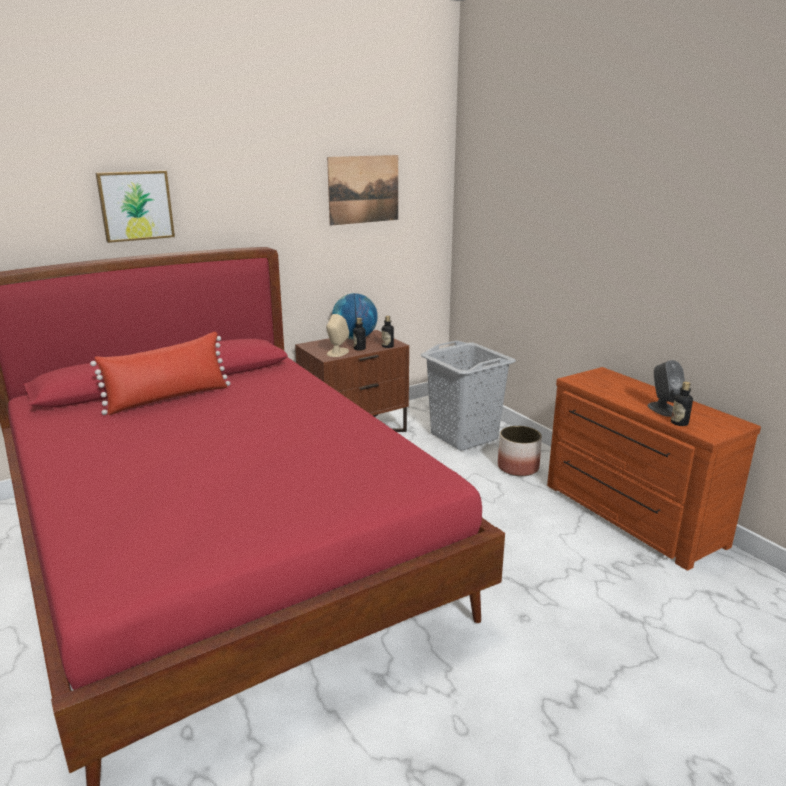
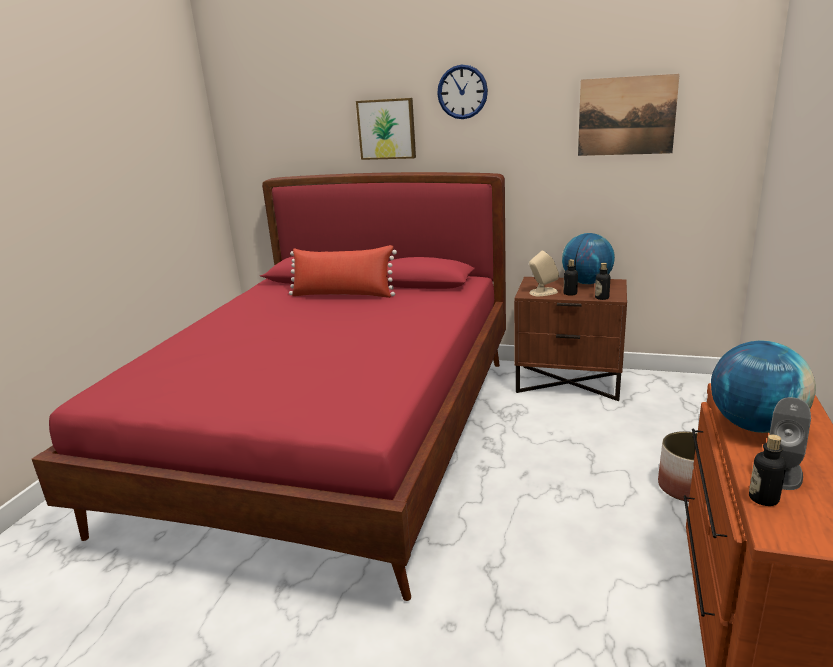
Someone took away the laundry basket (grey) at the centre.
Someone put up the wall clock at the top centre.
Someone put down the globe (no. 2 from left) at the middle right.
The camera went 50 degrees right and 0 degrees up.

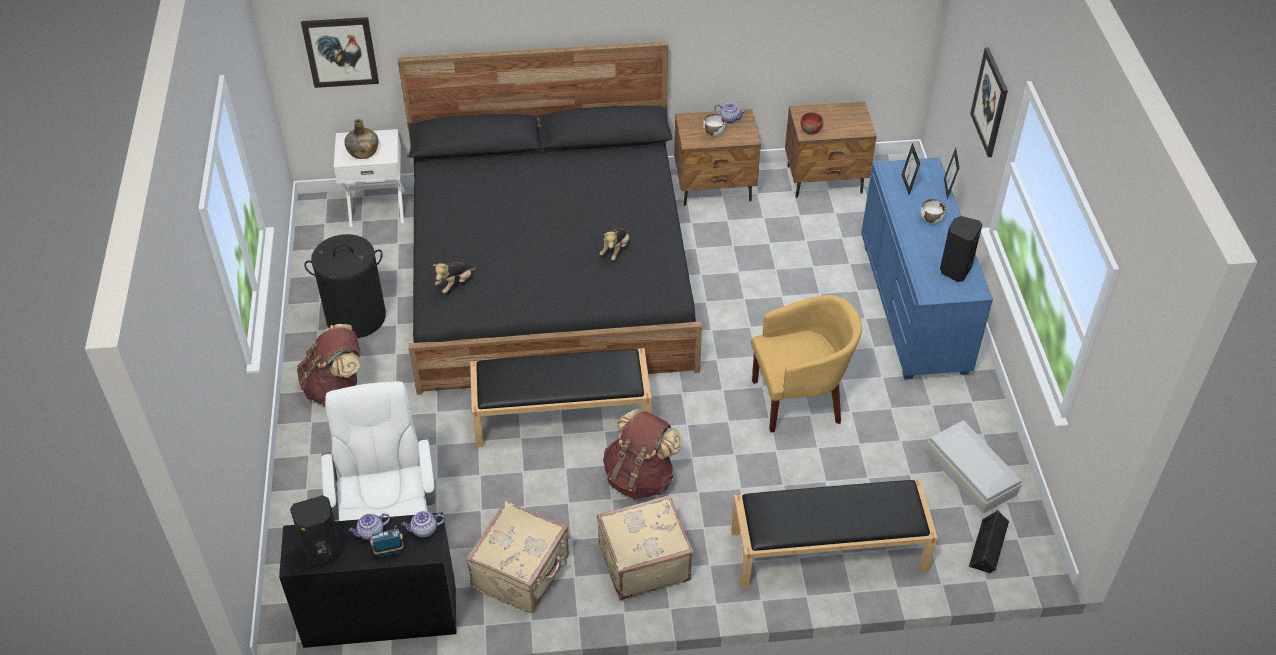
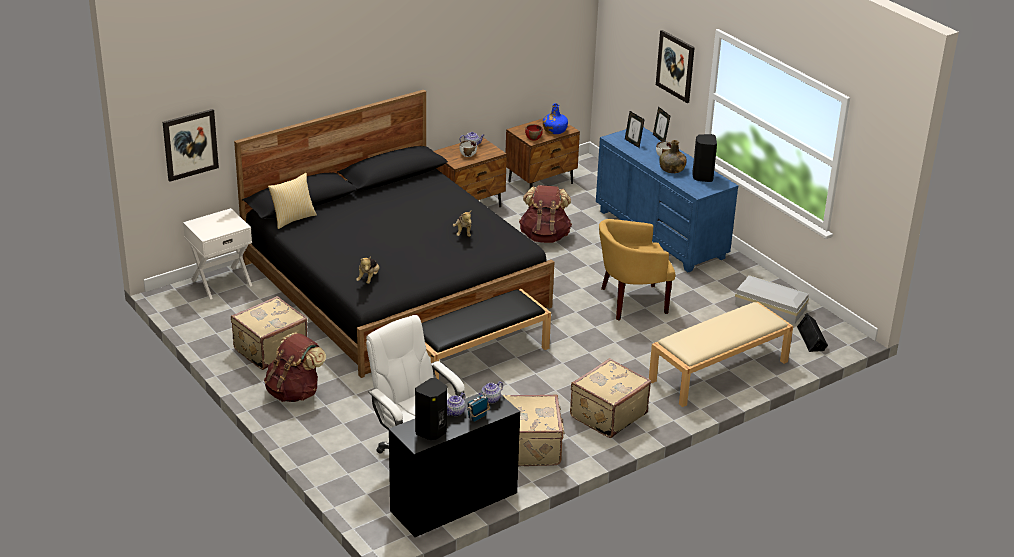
Someone carried the bottle (green) from the top left to the top centre.
Someone swapped the laundry basket (black) at the middle left for the suitcase (beige) (no. 1 from left) at the middle left.
Someone rotated the armchair (yellow) at the centre by 150 degrees counterclockwise.
Someone carried the backpack (brown) (no. 2 from left) from the bottom centre to the centre.
Someone repainted the bench (black) (no. 2 from left) at the bottom centre, which became the bench (beige) at the middle right.
Someone put down the bottle (blue) at the top centre.
Someone put down the pillow at the middle left.
The camera went 30 degrees left and 15 degrees down.

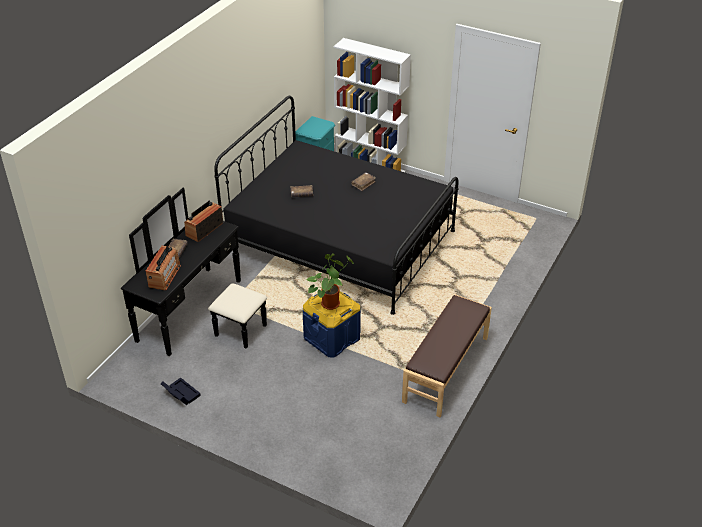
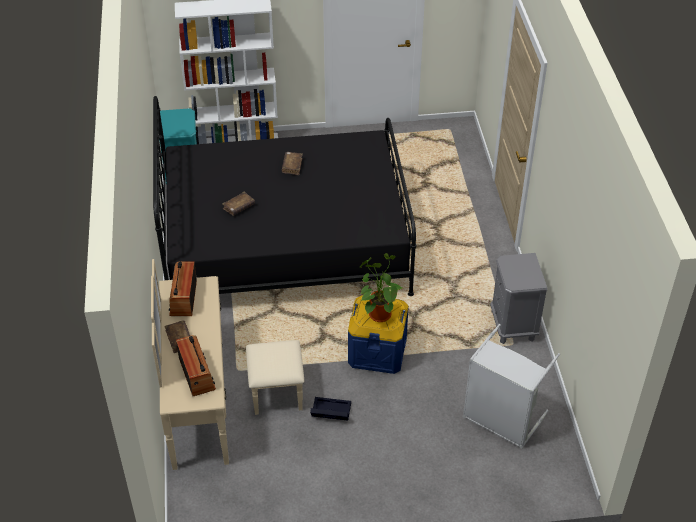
Someone repainted the dresser (black) at the middle left, which became the dresser (beige) at the bottom left.
Someone swapped the bench (brown) at the bottom centre for the nightstand (grey) at the middle right.
Someone carried the storage box (black) from the bottom left to the bottom centre.
Someone put down the laundry basket (grey) at the bottom right.
The camera went 35 degrees left and 5 degrees up.

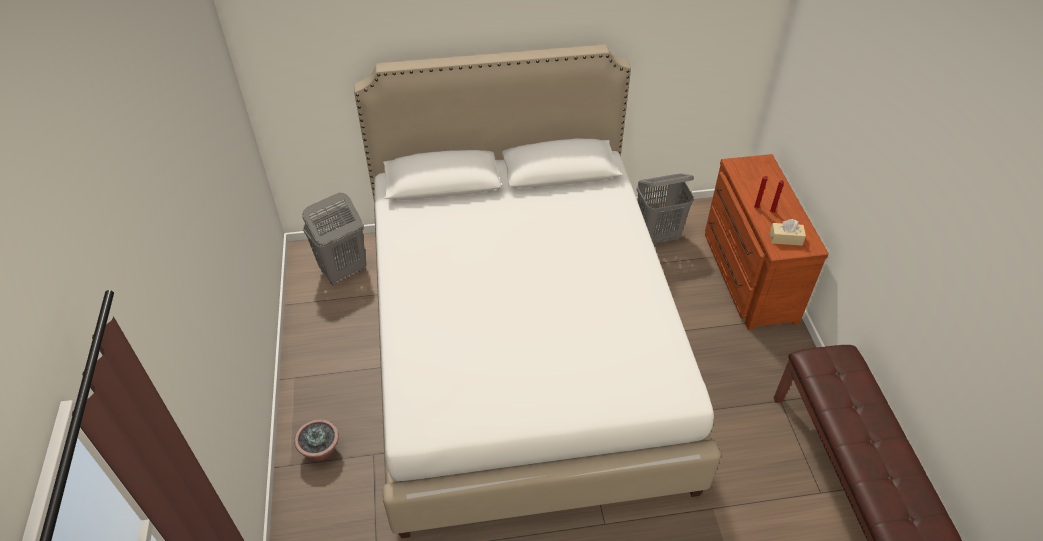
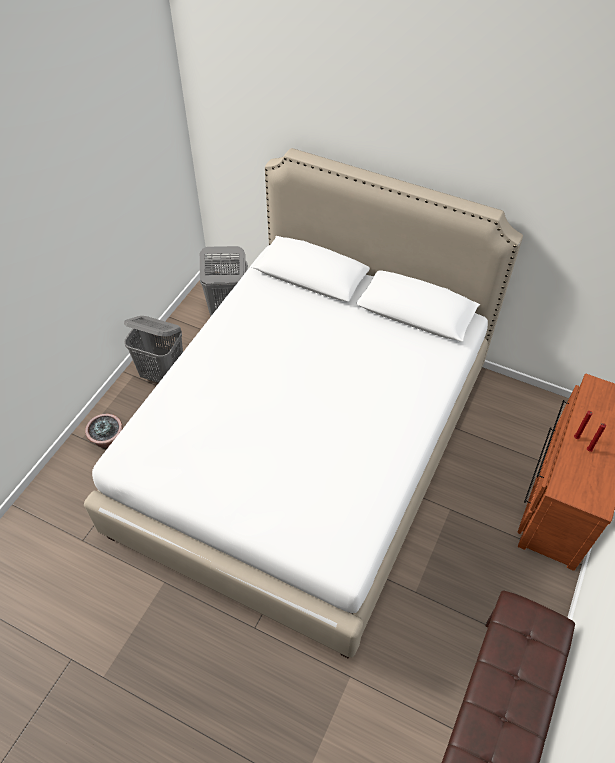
Someone carried the laundry basket (grey) (no. 2 from left in the first image) from the centre to the middle left.
Someone took away the tissue box (beige) at the middle right.
The camera went 35 degrees right and 5 degrees up.

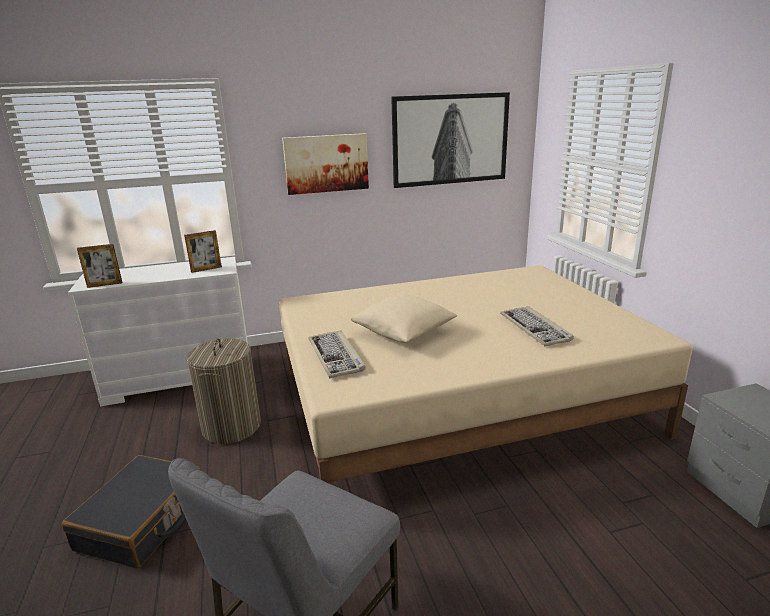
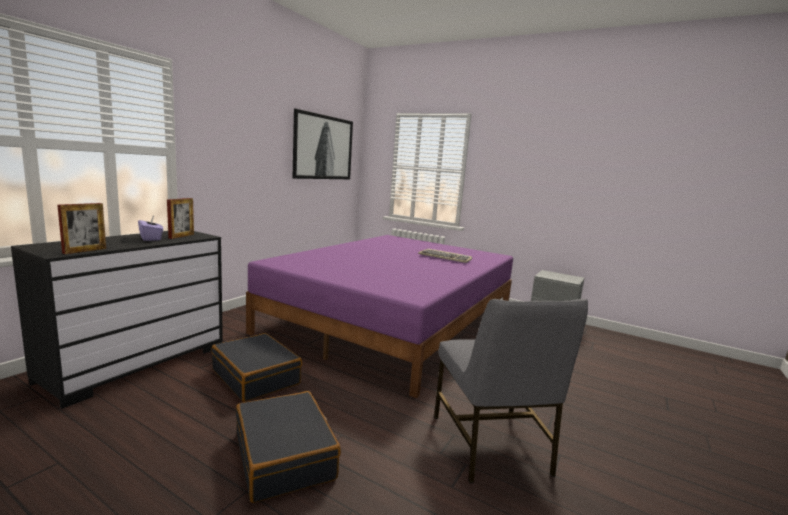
Someone took away the picture (no. 1 from left) at the top centre.
Someone repainted the dresser (white) at the middle left, which became the dresser (black) at the middle left.
Someone repainted the bed (beige) at the centre, which became the bed (purple) at the centre.
Someone took away the pillow (beige) at the centre.
Someone took away the keyboard (no. 1 from left) at the centre.
Someone swapped the laundry basket at the middle left for the suitcase (black) (no. 1 from left) at the bottom left.
Someone put down the tissue box (purple) at the middle left.
The camera went 45 degrees left and 10 degrees down.

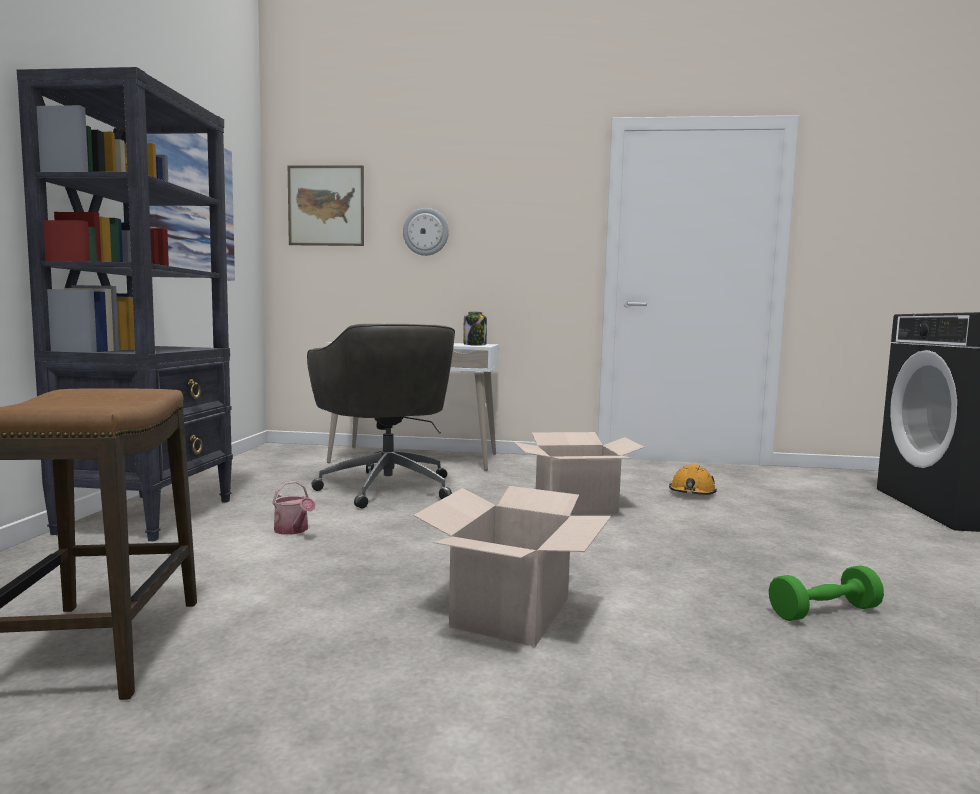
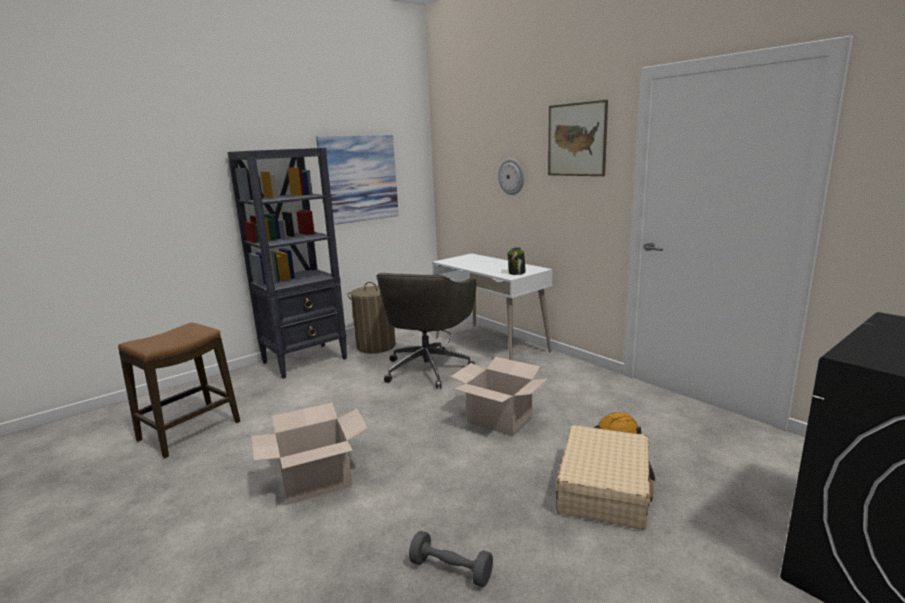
Someone carried the picture (no. 2 from left) from the top left to the top centre.
Someone took away the watering can at the middle left.
Someone repainted the dumbbell (green) at the bottom right, which became the dumbbell (grey) at the bottom centre.
Someone put down the laundry basket at the centre.
Someone put down the suitcase (beige) at the bottom right.
The camera went 45 degrees right and 10 degrees up.

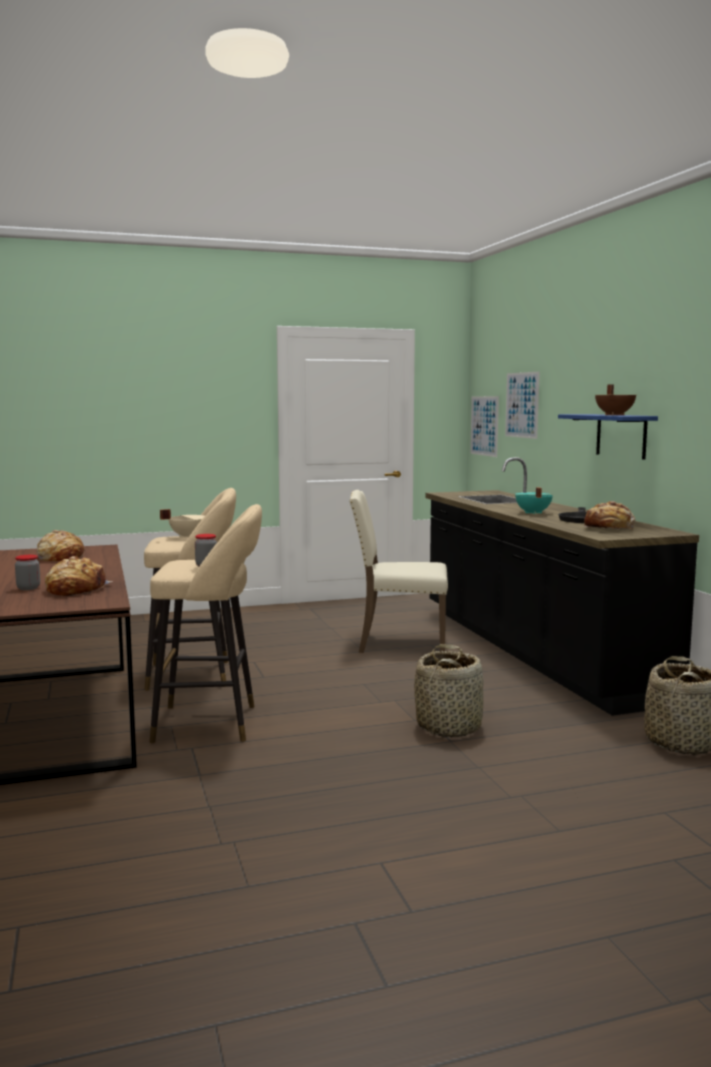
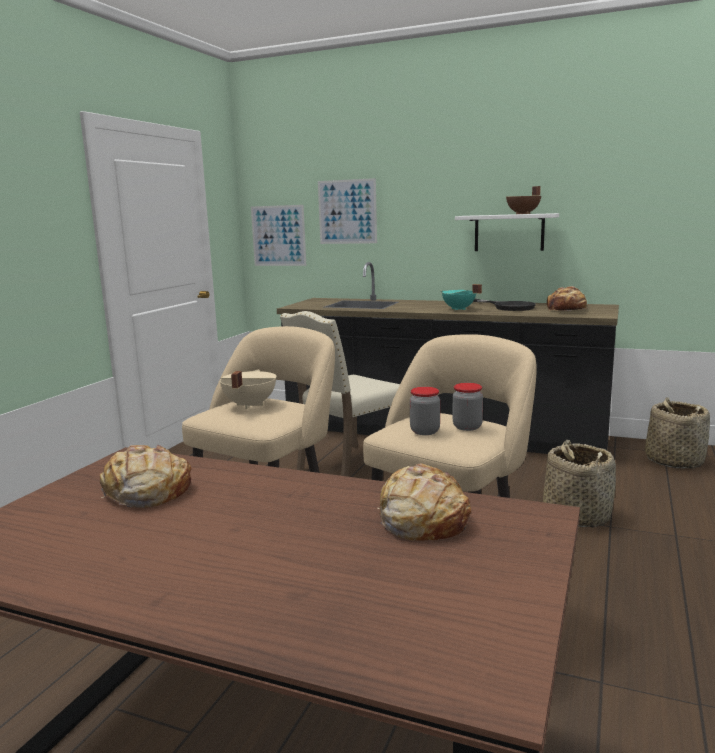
Someone repainted the shelf (blue) at the middle right, which became the shelf (white) at the top right.
Someone carried the jar (no. 1 from left) from the middle left to the centre.
The camera went 50 degrees left and 5 degrees up.

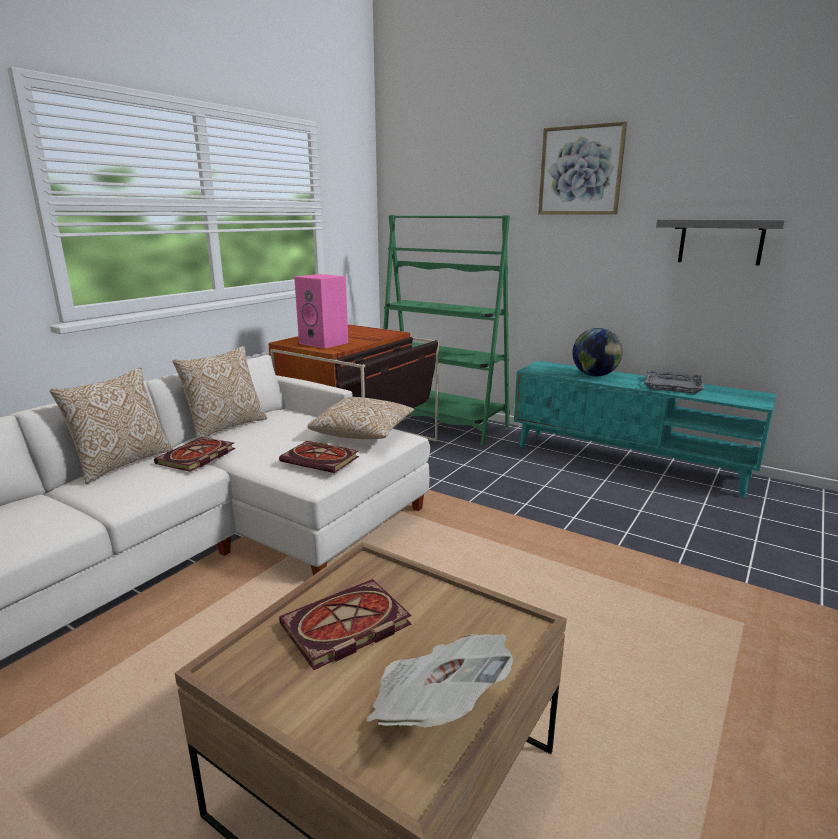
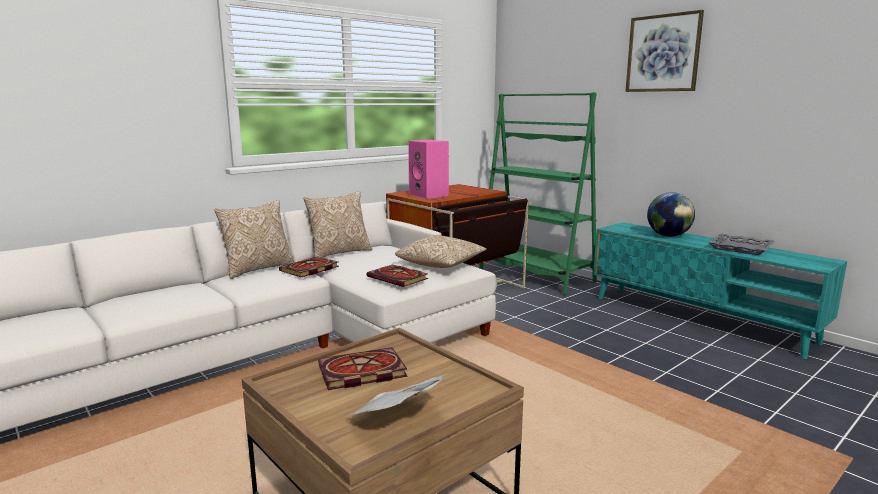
Someone took away the shelf (grey) at the top right.
The camera went 15 degrees right and 5 degrees down.

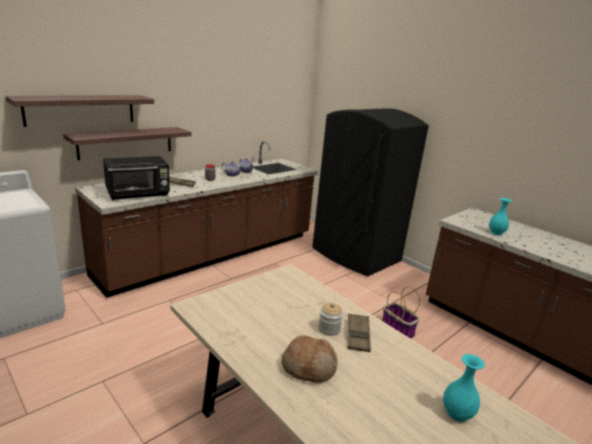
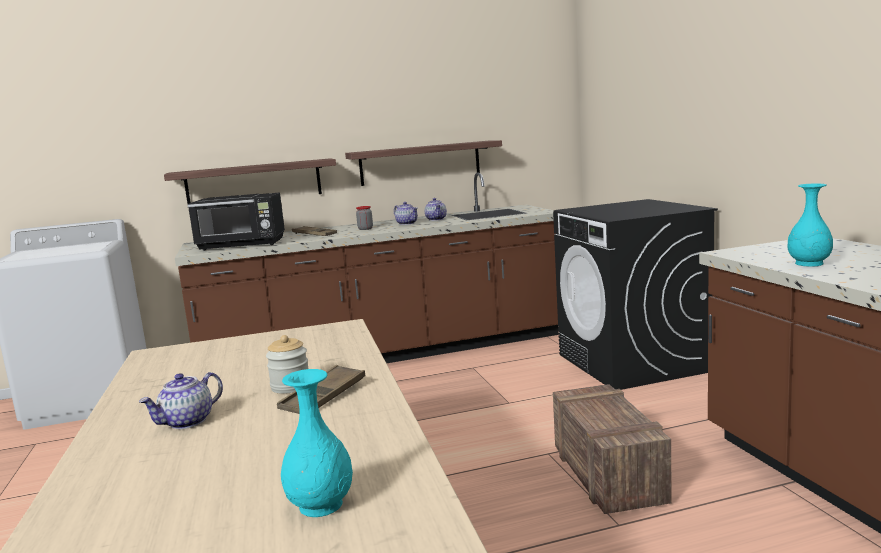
Someone carried the shelf (no. 1 from left in the first image) from the top left to the top centre.
Someone swapped the fridge (black) at the centre for the washing machine (black) at the middle right.
Someone swapped the basket at the bottom right for the crate at the bottom right.
Someone swapped the bread at the bottom centre for the teapot (no. 1 from left) at the bottom left.
The camera went 30 degrees right and 10 degrees down.

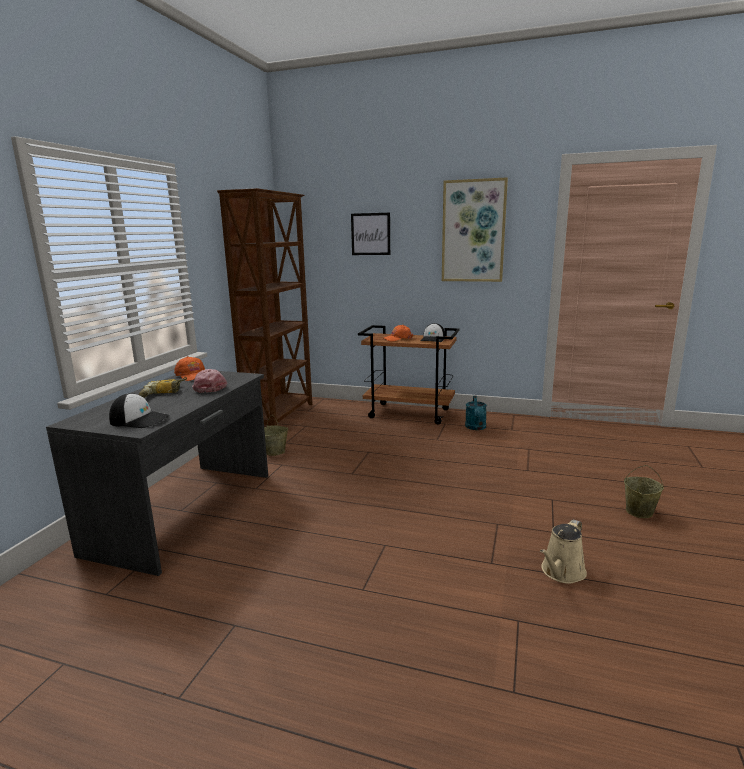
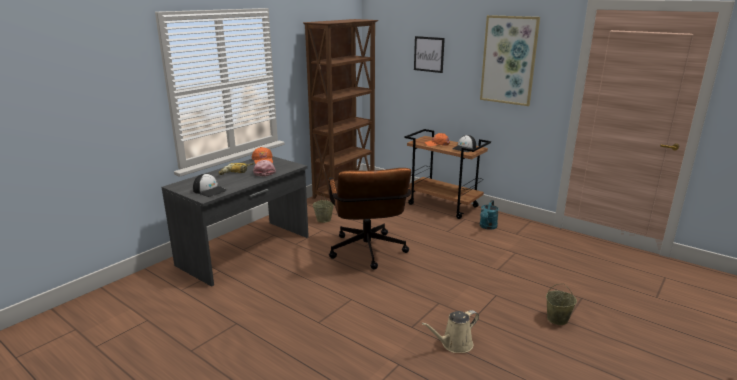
Someone put down the office chair (brown) at the centre.
The camera went 20 degrees right and 5 degrees up.

